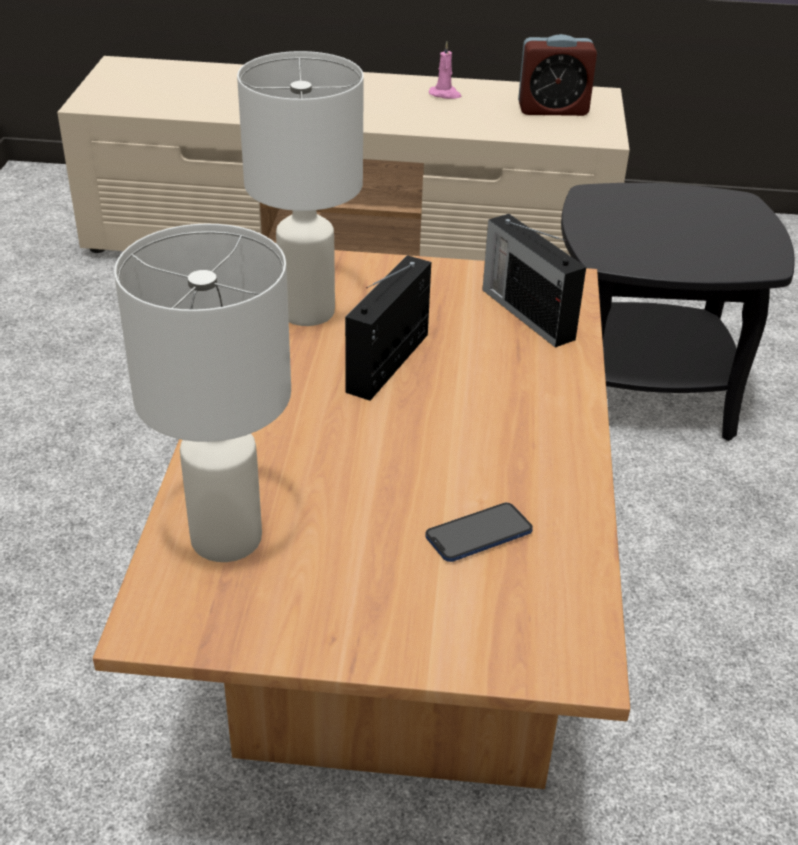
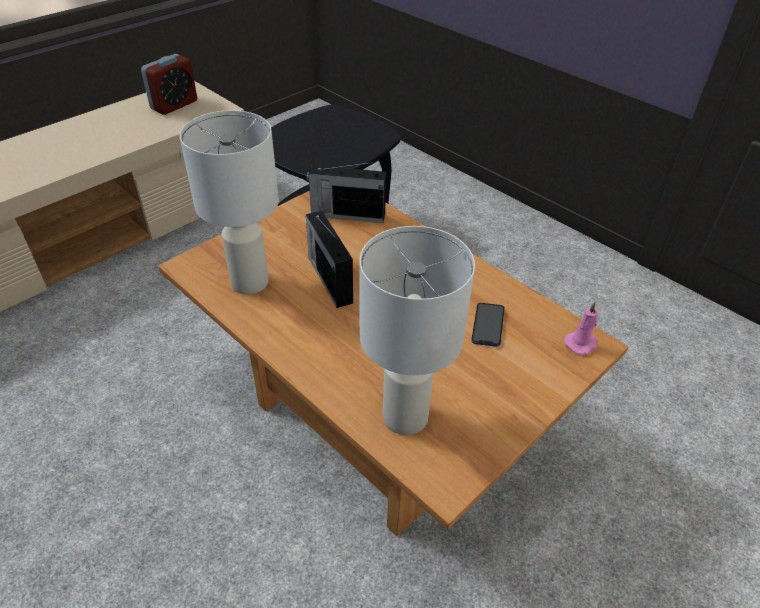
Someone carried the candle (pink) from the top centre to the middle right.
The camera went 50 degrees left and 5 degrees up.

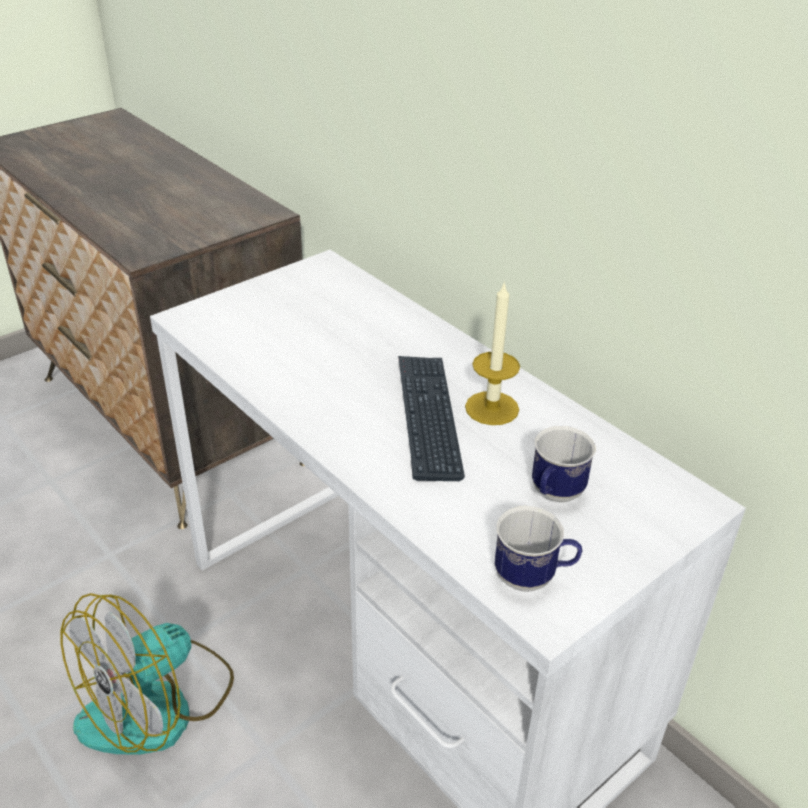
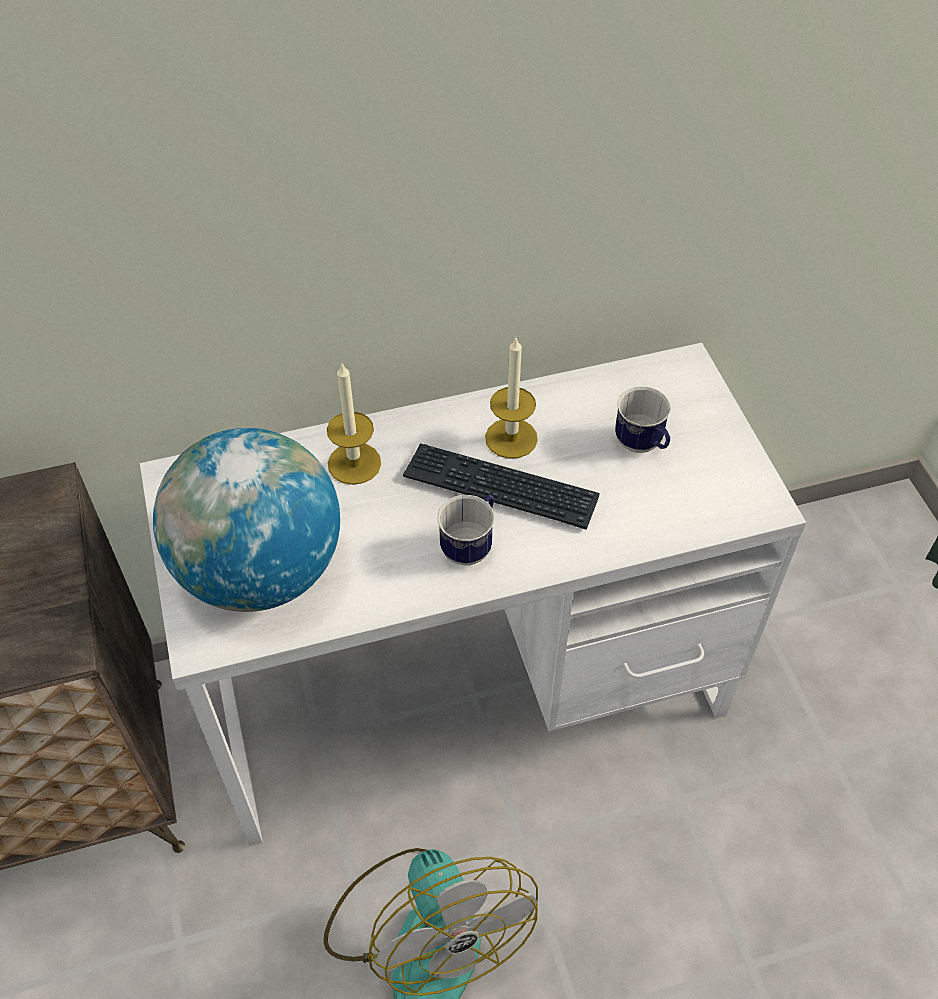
Someone carried the mug (no. 1 from left) from the bottom centre to the centre.
Someone put down the candle (no. 1 from left) at the centre.
Someone put down the globe at the middle left.
The camera went 65 degrees left and 15 degrees up.

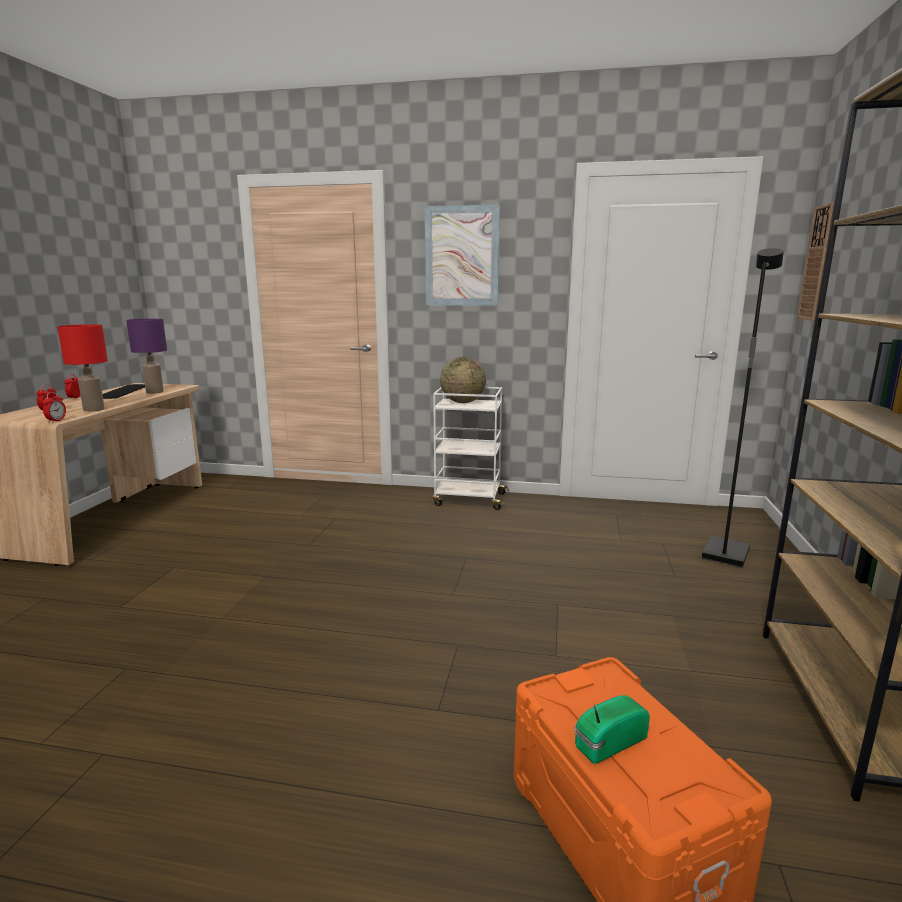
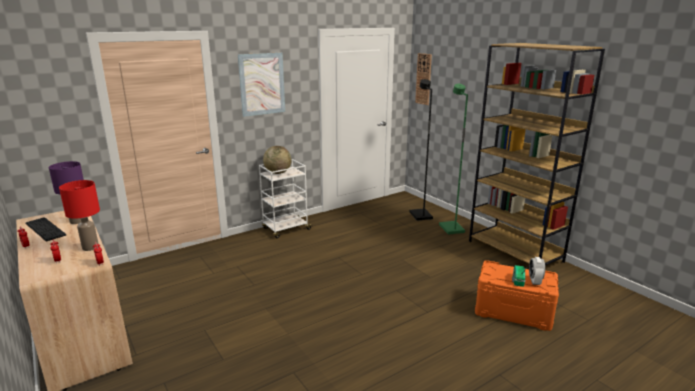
Someone put down the floor lamp (green) at the centre.
Someone put down the alarm clock (no. 4 from left) at the bottom right.
The camera went 45 degrees left and 5 degrees up.

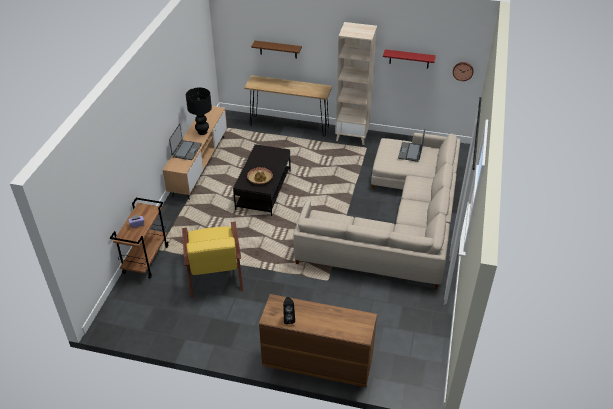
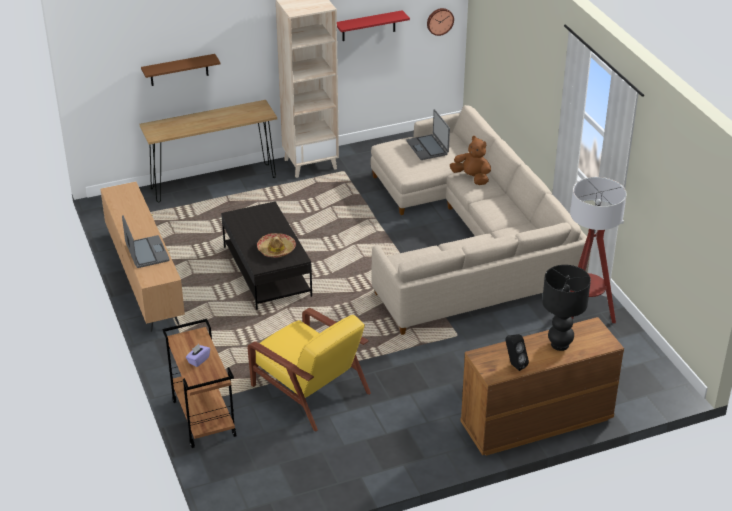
Someone carried the table lamp (black) from the top left to the middle right.
Someone put down the plush toy (brown) at the top centre.
Someone put down the floor lamp at the middle right.
The camera went 35 degrees left and 5 degrees down.

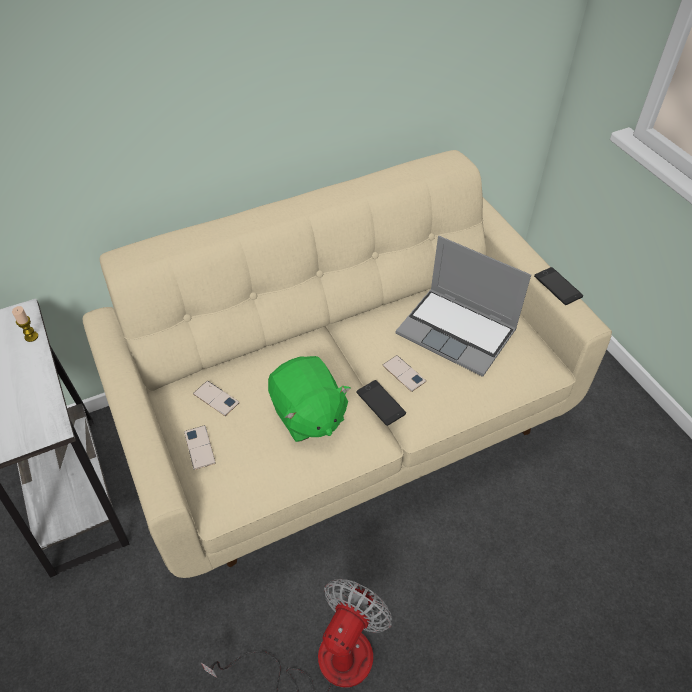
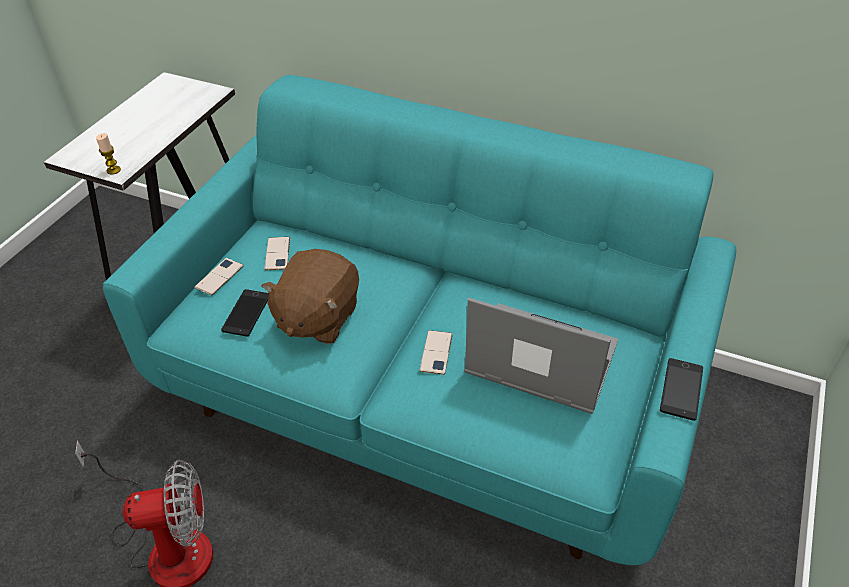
Someone repainted the sofa (beige) at the centre, which became the sofa (turquoise) at the centre.
Someone rotated the laptop at the middle right by 120 degrees clockwise.
Someone carried the candle from the middle left to the top left.
Someone repainted the plush toy (green) at the centre, which became the plush toy (brown) at the centre.
Someone carried the phone (no. 3 from left in the first image) from the centre to the middle left.
The camera went 50 degrees right and 5 degrees down.

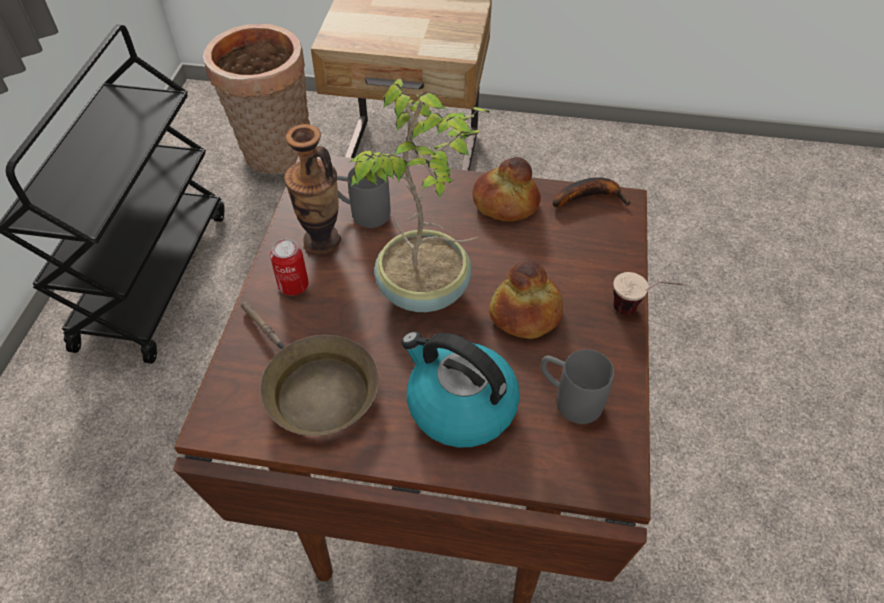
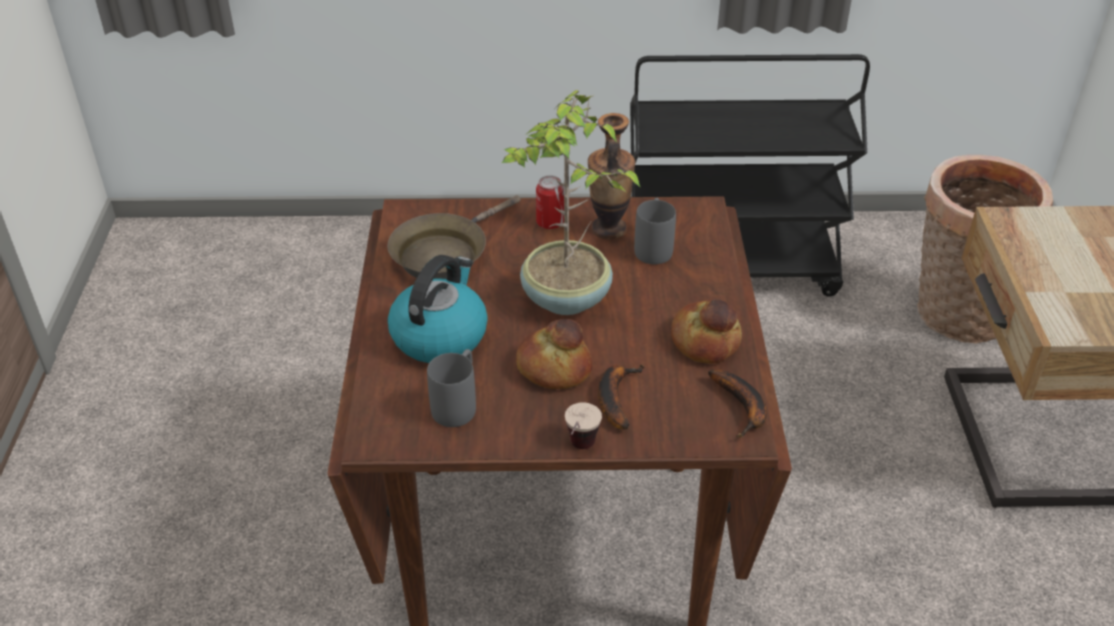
Someone put down the banana (no. 1 from left) at the centre.
The camera went 80 degrees right and 10 degrees down.

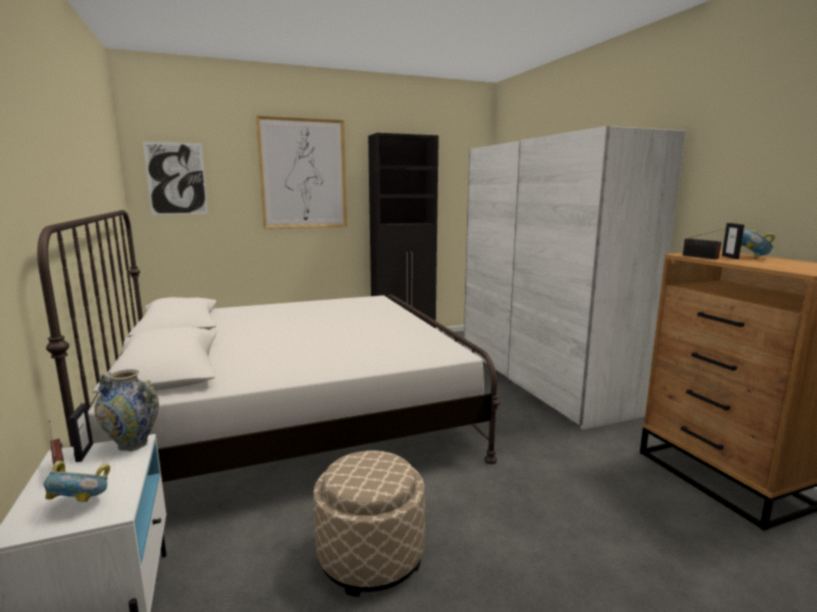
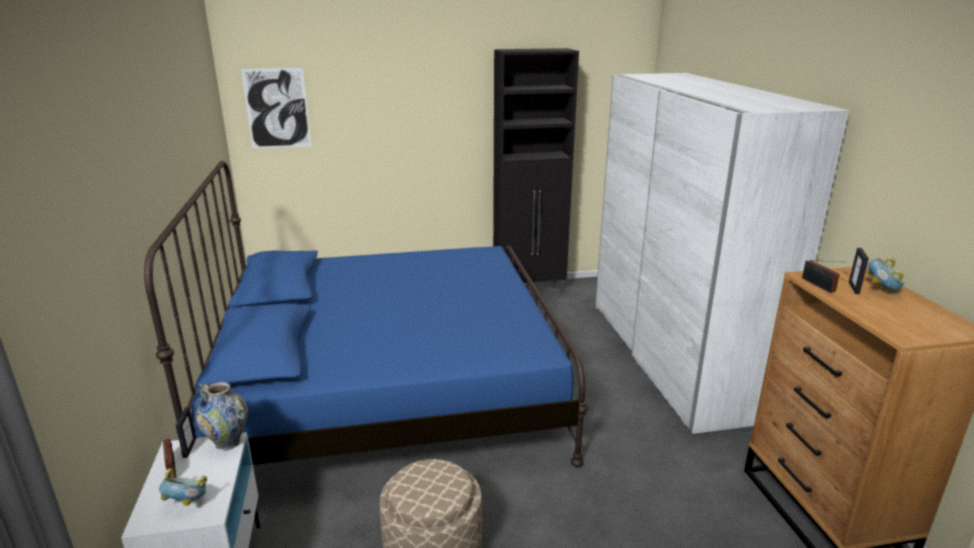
Someone took away the picture (no. 2 from left) at the top centre.
Someone repainted the bed (white) at the middle left, which became the bed (blue) at the centre.
The camera went 10 degrees right and 10 degrees up.

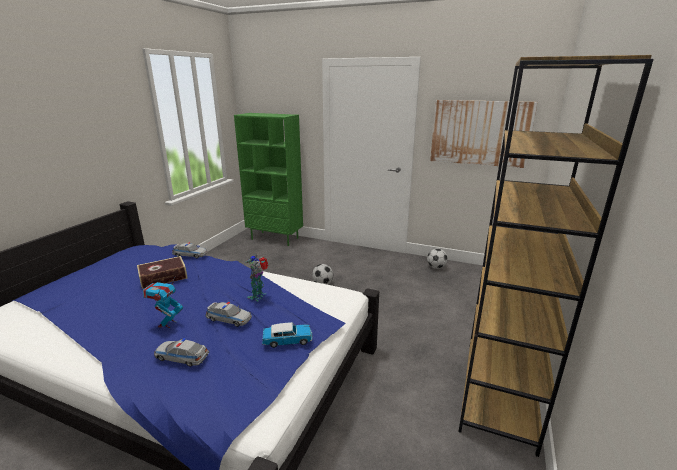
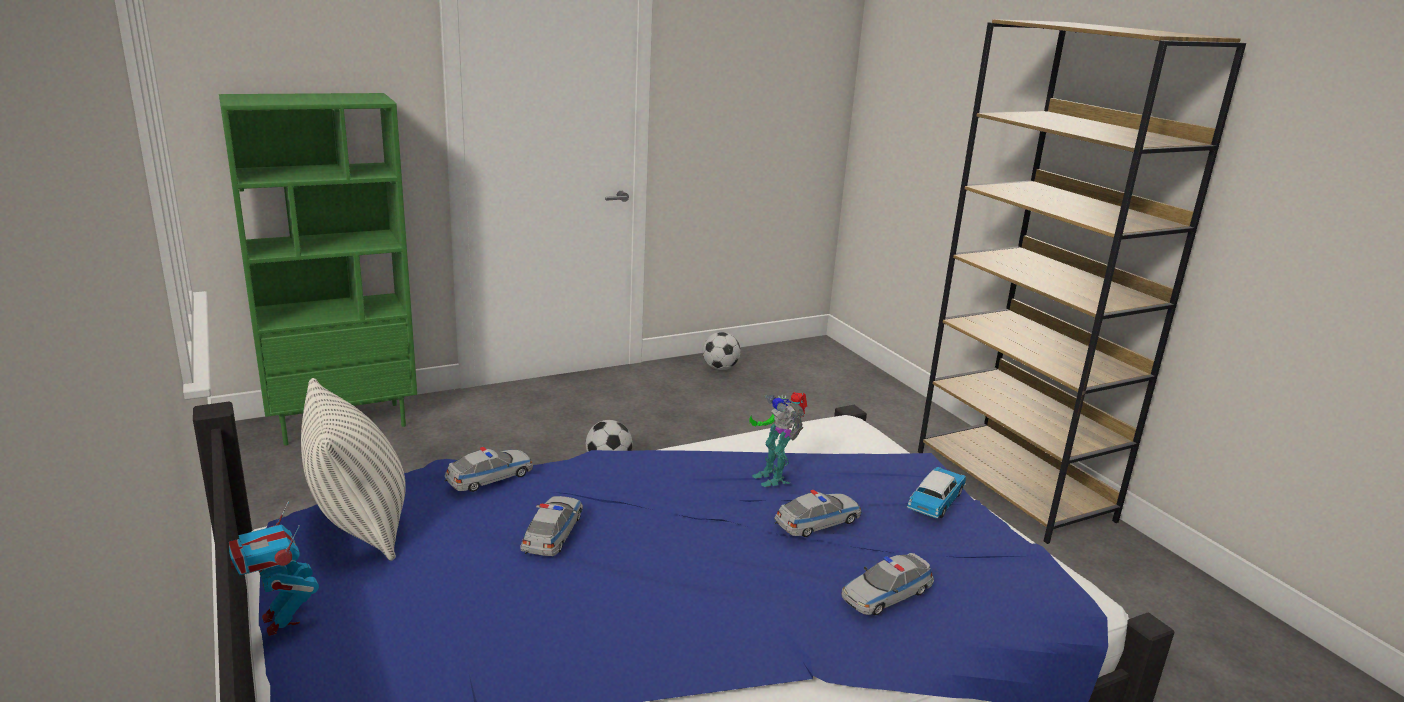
Someone took away the picture at the top right.
Someone swapped the book at the middle left for the toy car (no. 2 from left) at the bottom centre.
Someone carried the toy robot (no. 1 from left) from the middle left to the bottom left.
Someone put down the pillow at the bottom left.
The camera went 50 degrees left and 0 degrees up.

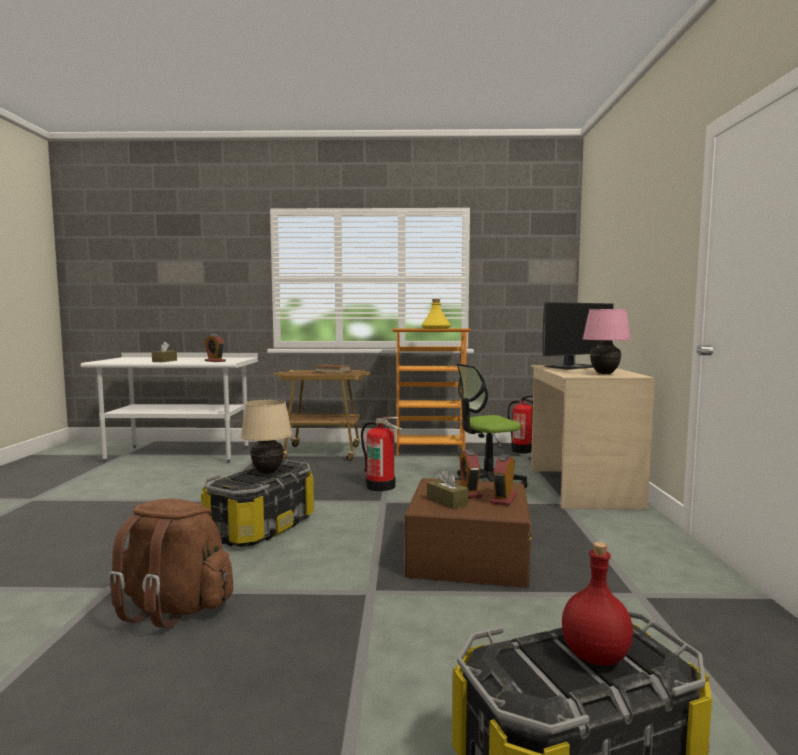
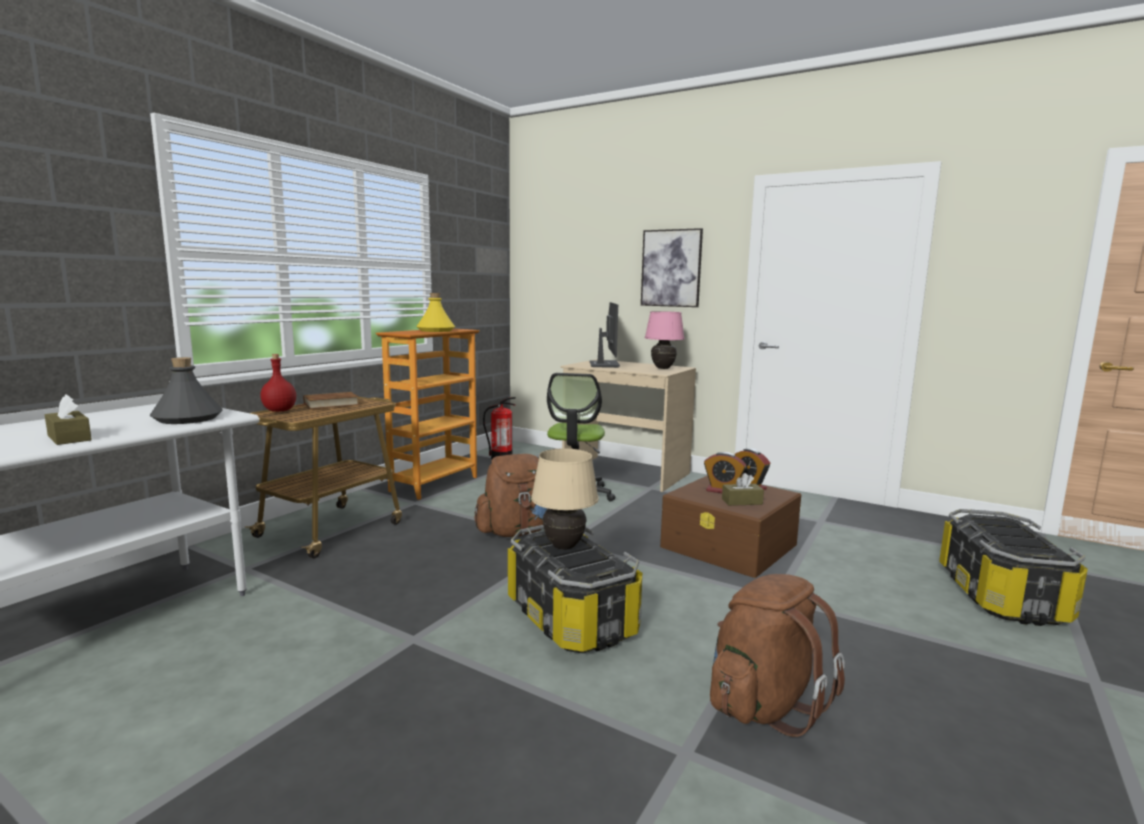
Someone swapped the alarm clock (no. 1 from left) at the middle left for the bottle (grey) at the middle left.
Someone swapped the fire extinguisher (no. 1 from left) at the centre for the backpack (brown) (no. 1 from left) at the centre.
Someone carried the bottle (red) from the bottom right to the middle left.
Someone put up the picture at the top centre.
The camera went 60 degrees left and 5 degrees up.

